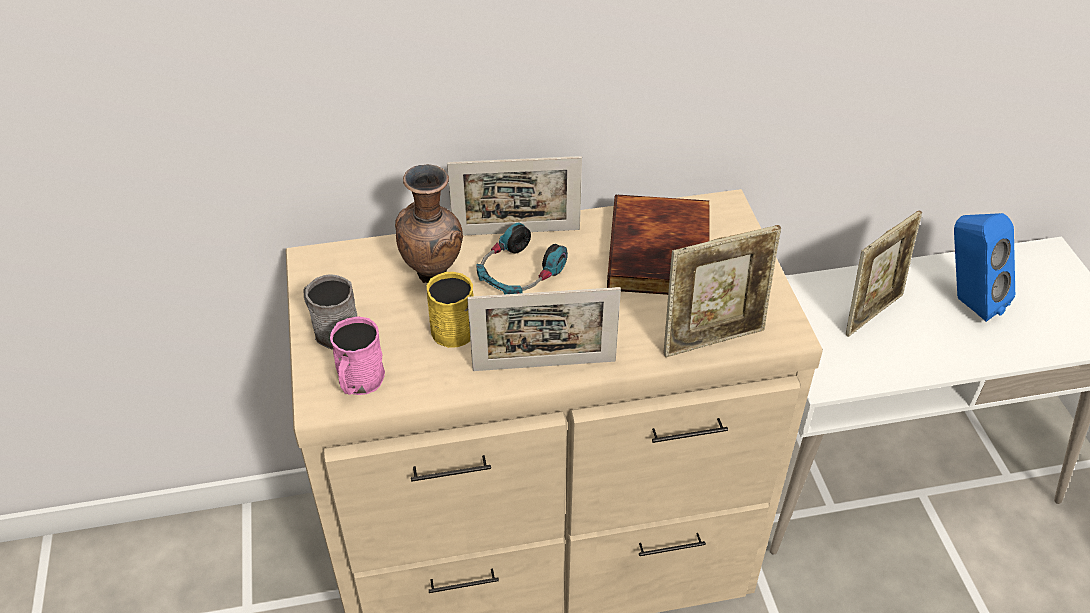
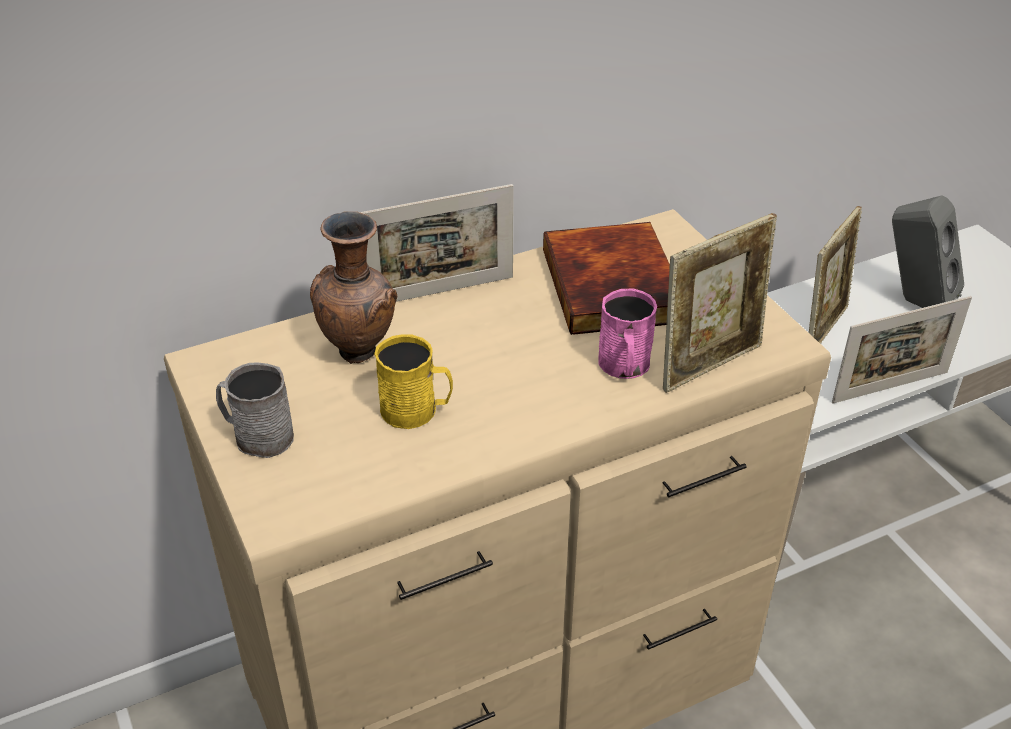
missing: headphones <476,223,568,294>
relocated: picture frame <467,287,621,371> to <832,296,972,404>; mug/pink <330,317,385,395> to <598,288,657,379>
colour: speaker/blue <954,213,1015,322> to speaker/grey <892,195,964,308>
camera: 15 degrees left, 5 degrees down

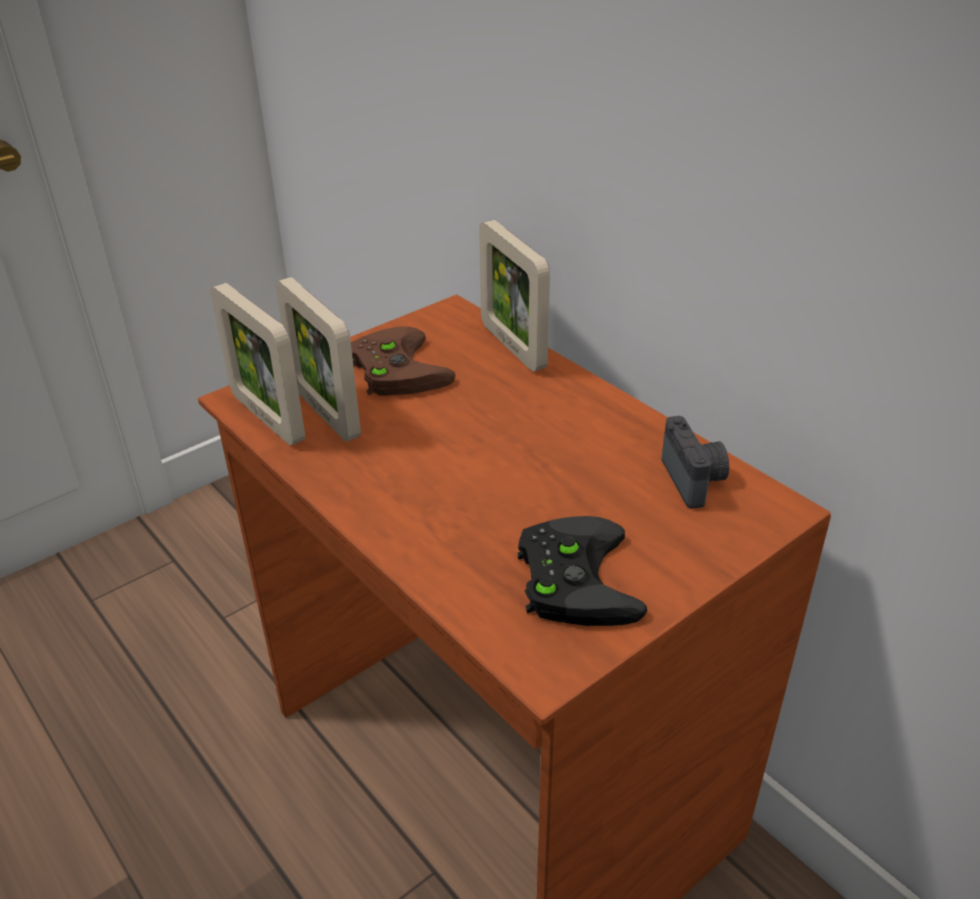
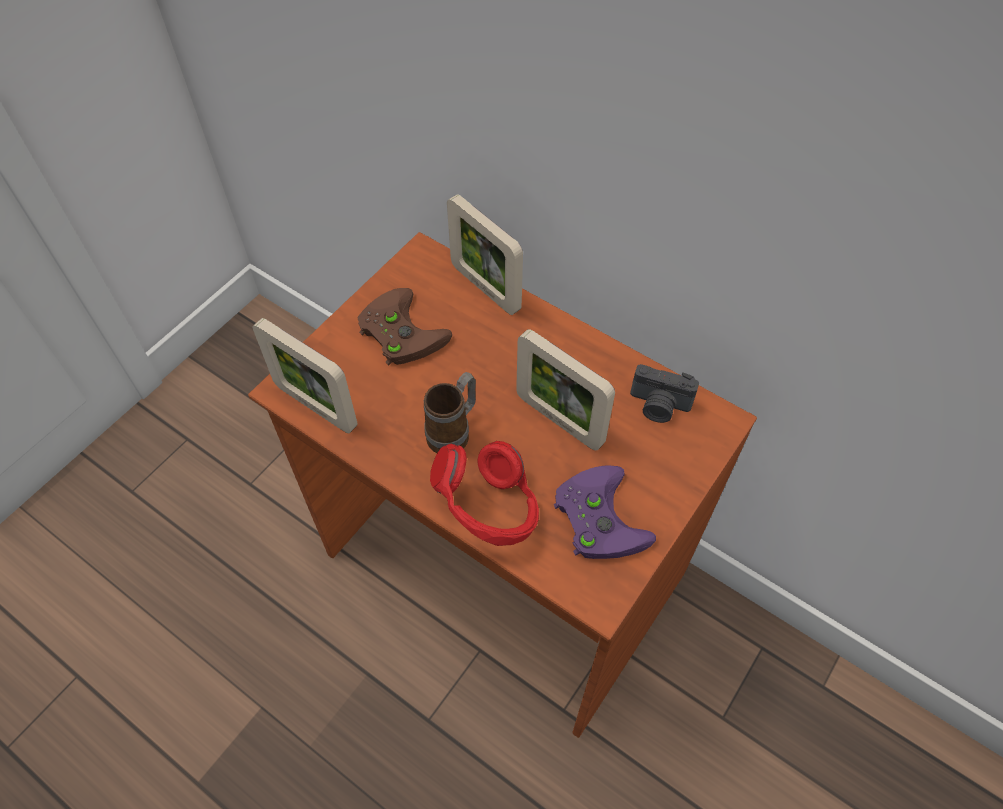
appeared: mug <424,372,476,453>; headphones/red <430,441,539,546>
relocated: picture frame <276,277,361,441> to <516,329,615,450>
colour: game controller/black <518,516,647,626> to game controller/purple <554,465,656,559>
spun: photo camera <662,416,729,509> = <630,364,699,423> 135 degrees clockwise
camera: 15 degrees left, 20 degrees up

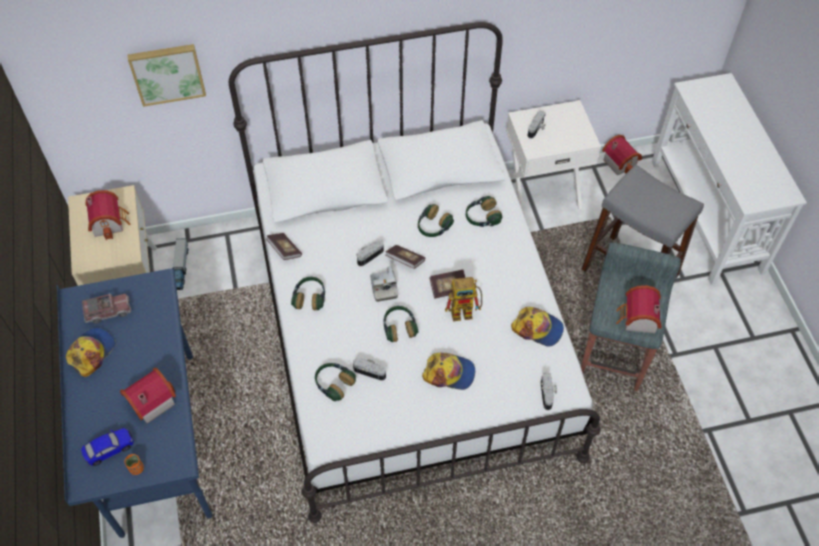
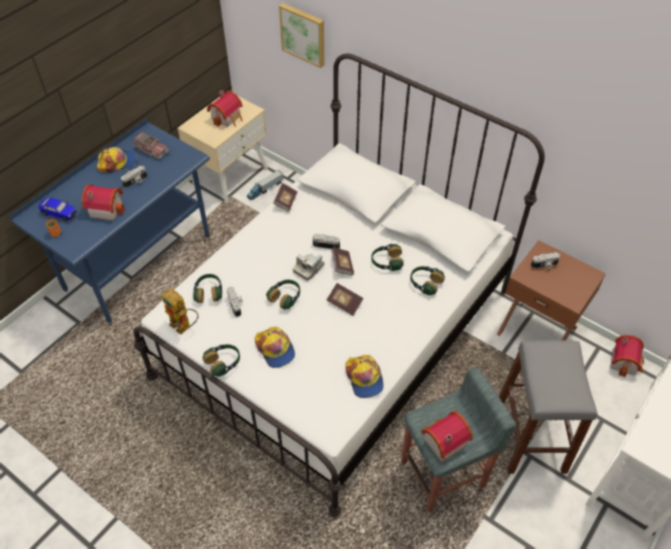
relocated: headphones <291,277,325,310> to <203,344,240,377>; toy robot <445,277,482,321> to <161,288,199,335>; photo camera <541,372,557,410> to <121,165,147,188>
colour: nightstand/white <506,100,601,213> to nightstand/brown <497,240,606,340>
camera: 50 degrees right, 5 degrees down

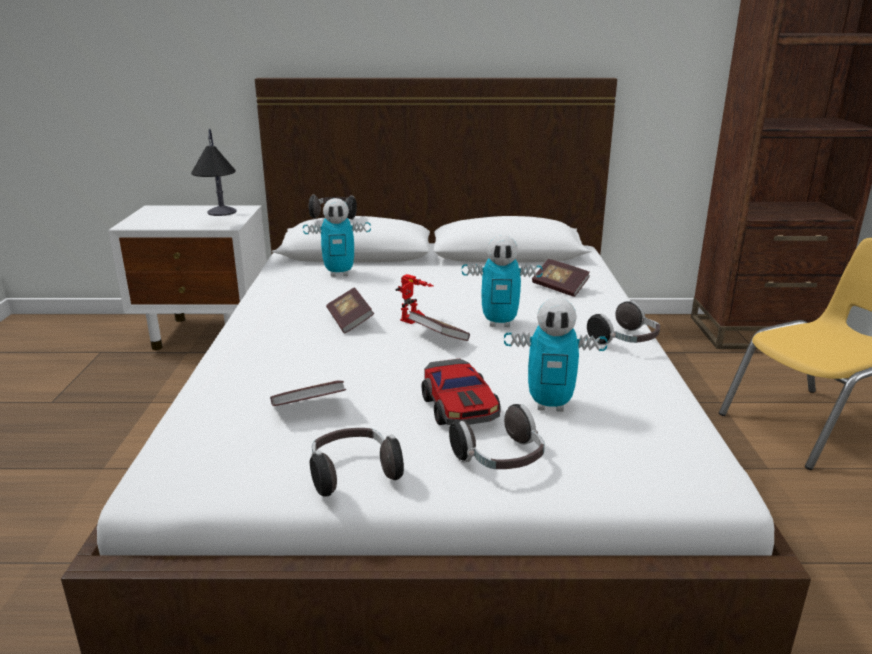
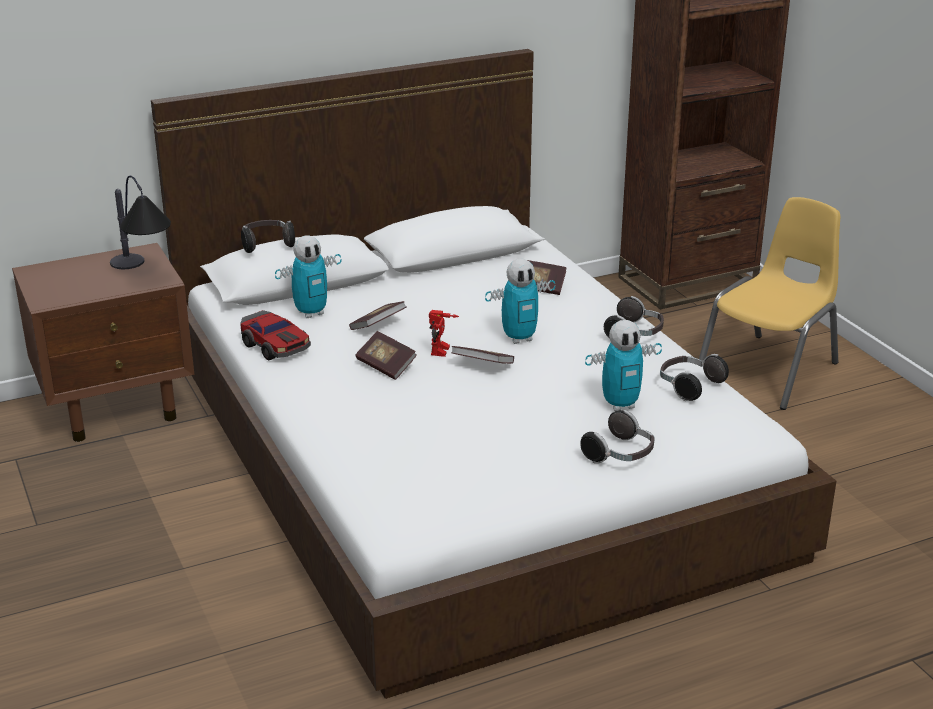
relocated: toy car <422,358,501,425> to <240,310,311,360>; book <270,380,346,406> to <349,301,407,330>; headphones <309,428,404,497> to <660,354,729,401>
colour: nightstand/white <108,205,267,350> to nightstand/brown <12,243,194,442>
camera: 25 degrees left, 5 degrees up

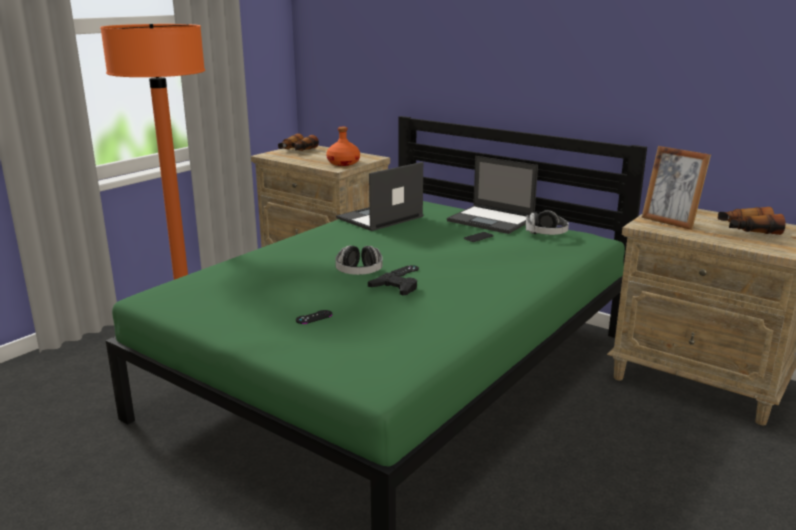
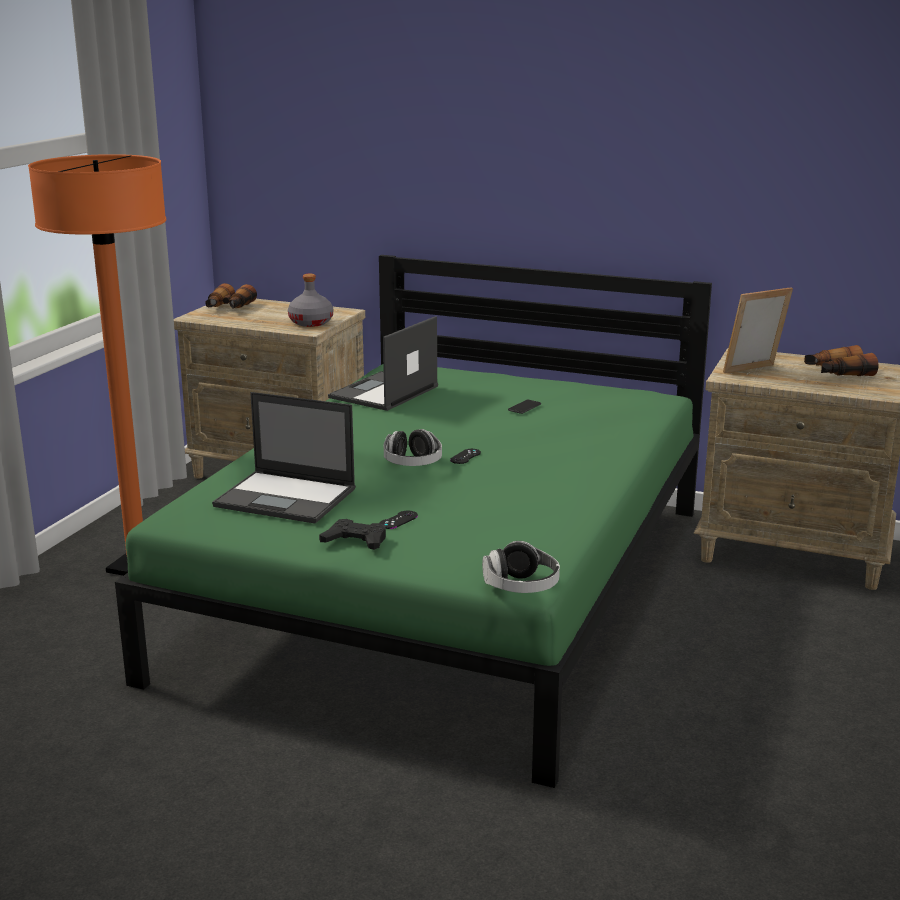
relocated: laptop <447,156,538,234> to <212,392,356,524>; headphones <526,210,569,235> to <482,541,560,593>; game controller/black <368,273,417,296> to <319,519,386,550>
colour: bottle/orange <326,127,360,166> to bottle/grey <288,274,333,327>
spun: picture frame <642,146,711,230> = <723,287,793,373> 120 degrees clockwise
camera: 15 degrees left, 0 degrees up

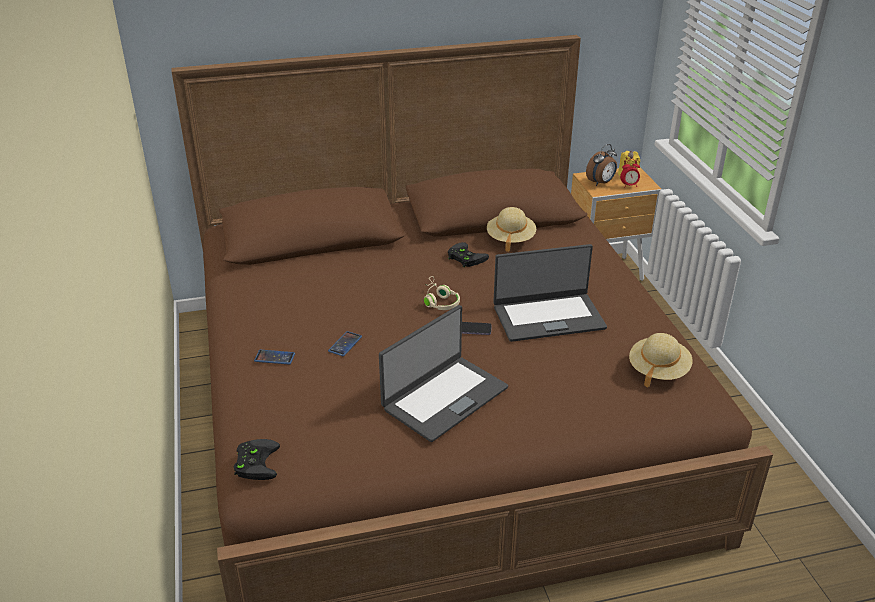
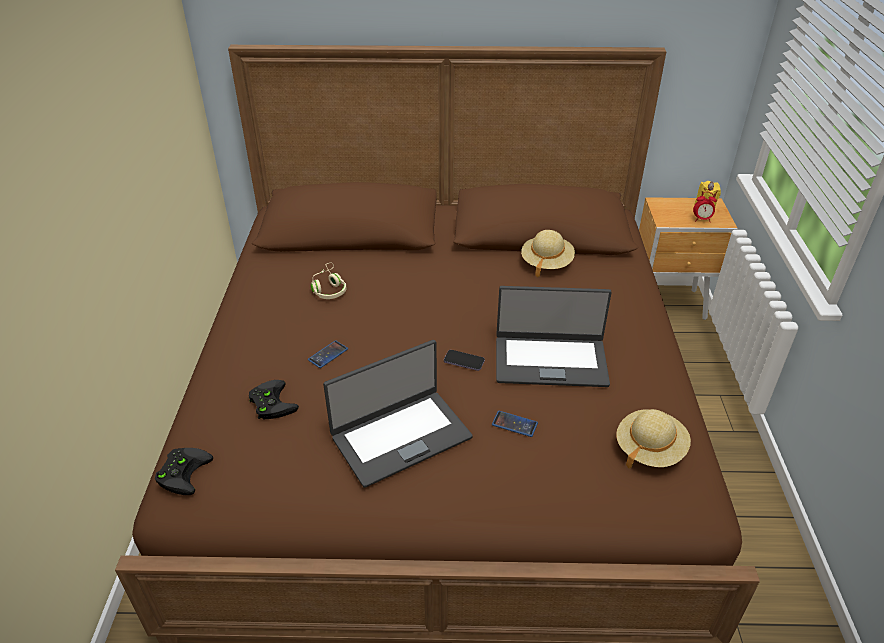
missing: alarm clock <586,144,617,186>
relocated: game controller/black <448,242,489,267> to <249,380,299,419>; headphones/beige <424,276,460,310> to <311,262,346,299>; phone <254,350,295,365> to <492,411,538,437>
camera: 15 degrees right, 5 degrees up

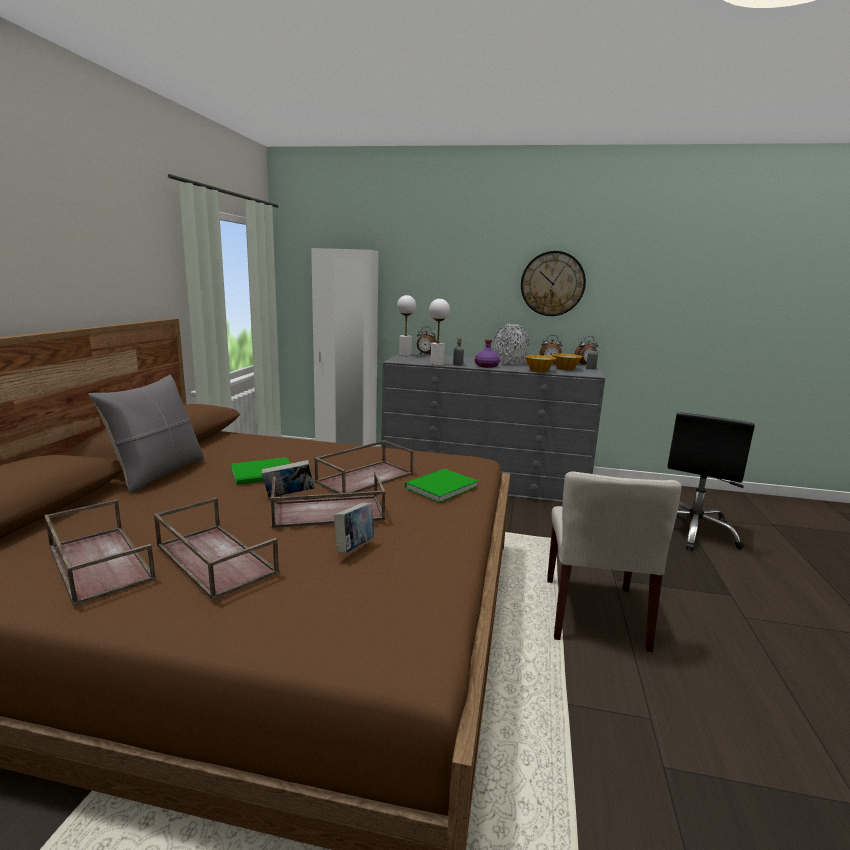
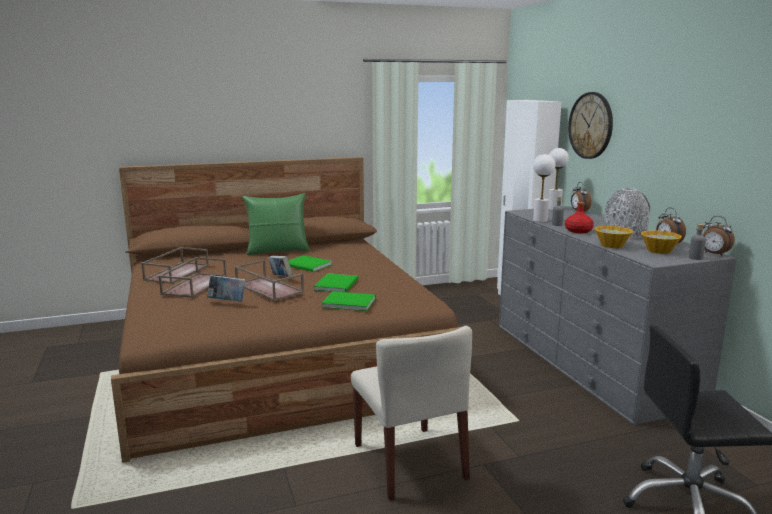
relocated: wall clock <521,251,586,316> to <568,92,613,159>
exchanged: tray/brown <314,440,414,493> to book/green <314,273,358,292>
colour: bottle/purple <475,339,500,368> to bottle/red <565,202,594,233>; pillow/grey <88,375,204,494> to pillow/green <243,193,310,255>
spun: chair/beige <547,472,682,652> = <351,326,472,501> 90 degrees counterclockwise
camera: 60 degrees right, 0 degrees up

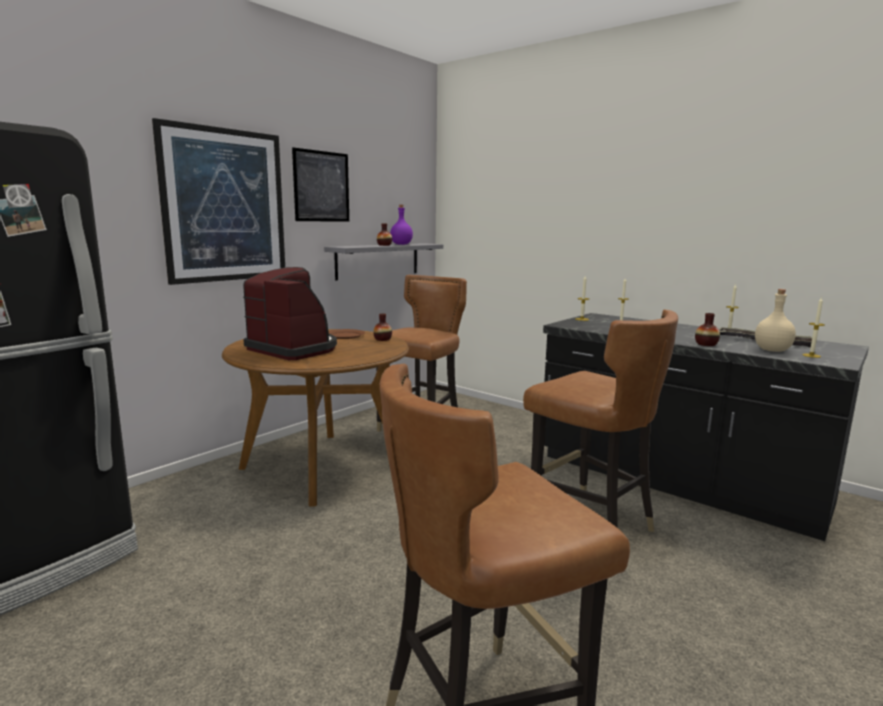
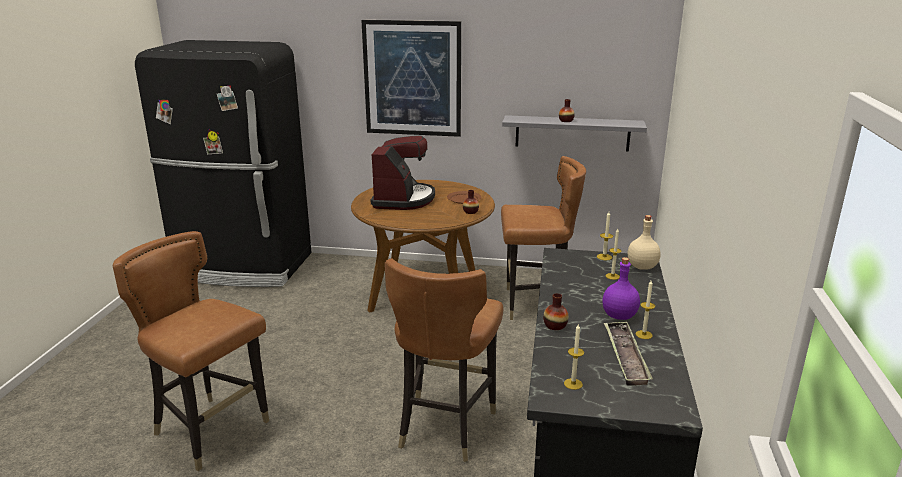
missing: picture <292,148,349,222>
relocated: bottle/purple <390,205,413,245> to <602,257,640,320>; bottle/beige <755,289,796,352> to <628,215,661,270>
camera: 60 degrees right, 10 degrees up

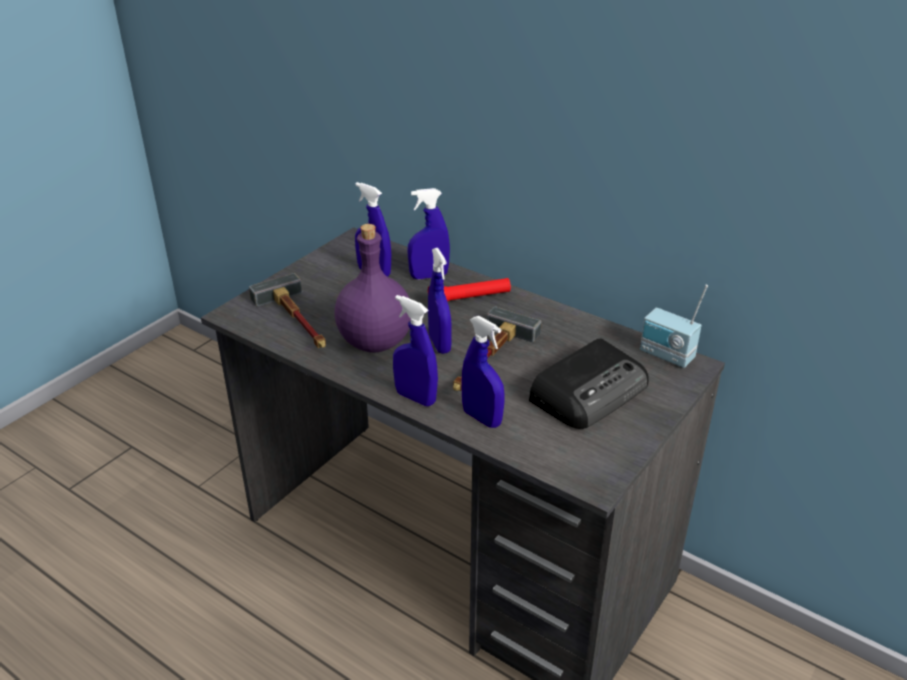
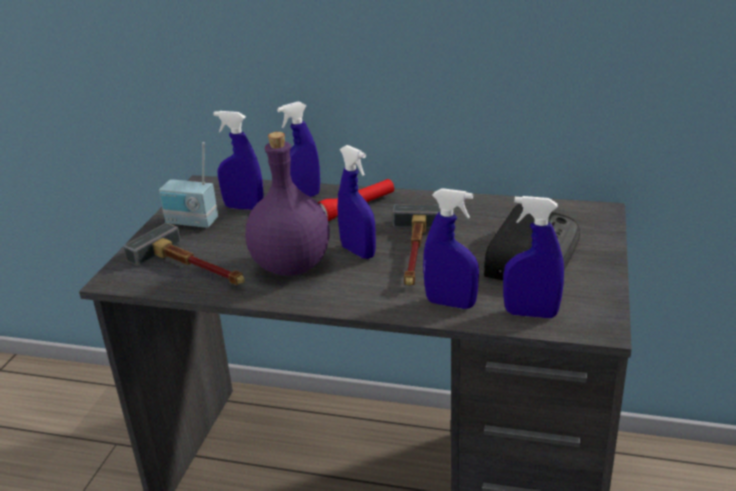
relocated: radio <640,285,708,368> to <159,142,218,228>; spray bottle/blue <393,295,438,406> to <503,196,564,318>
camera: 20 degrees left, 5 degrees down

